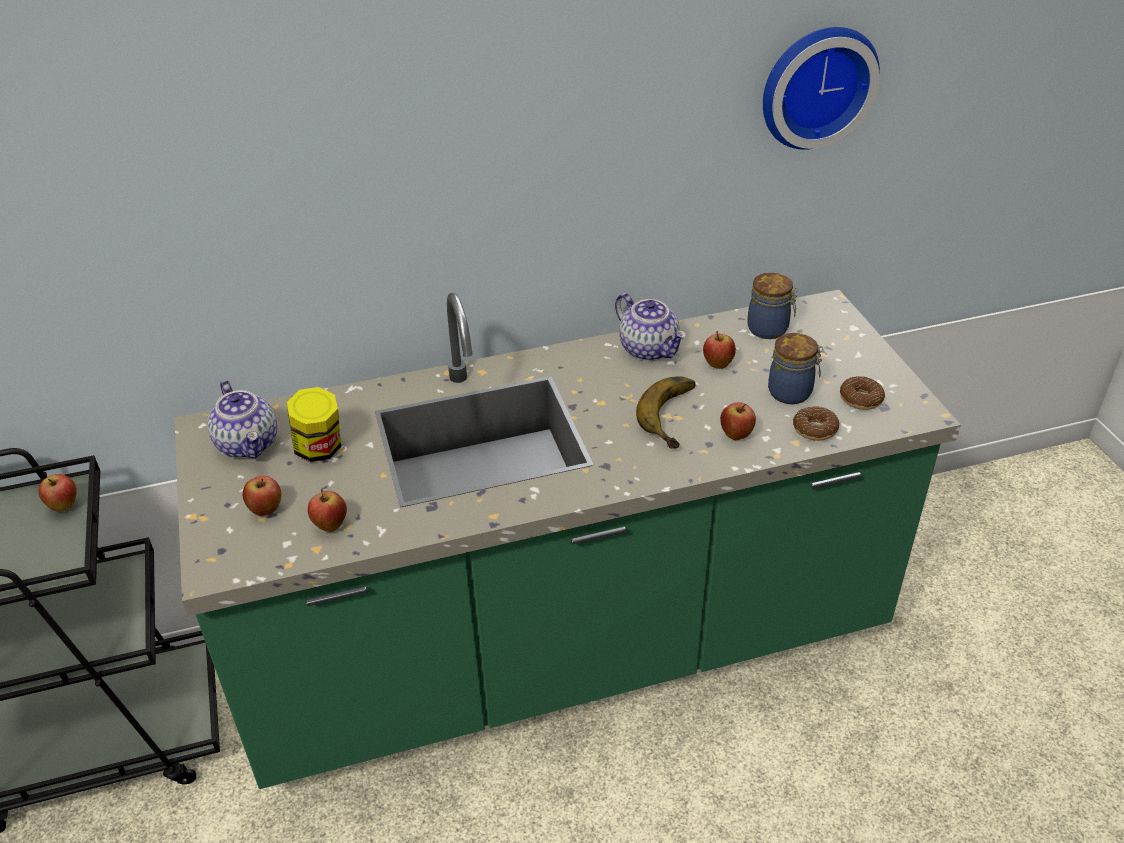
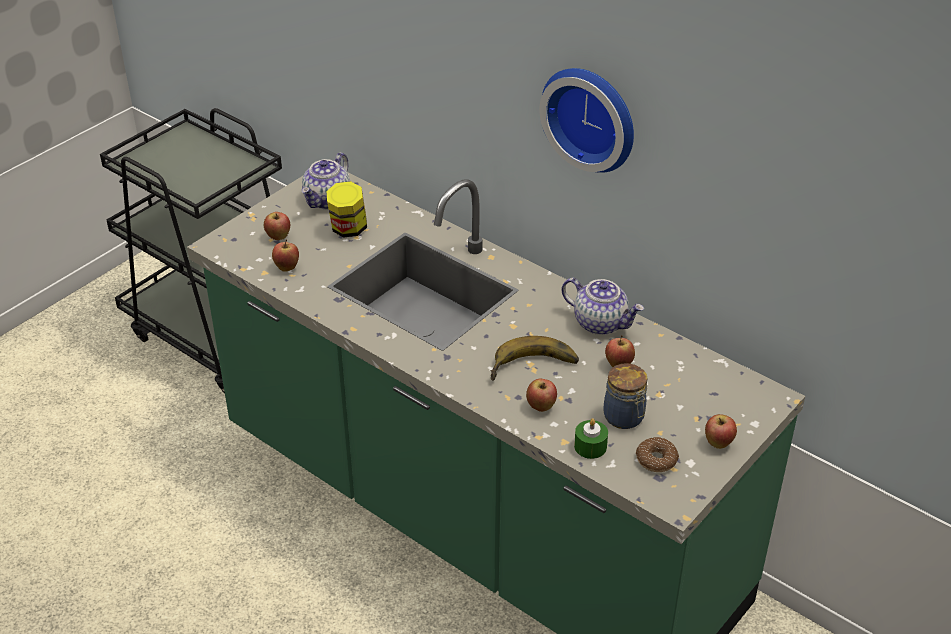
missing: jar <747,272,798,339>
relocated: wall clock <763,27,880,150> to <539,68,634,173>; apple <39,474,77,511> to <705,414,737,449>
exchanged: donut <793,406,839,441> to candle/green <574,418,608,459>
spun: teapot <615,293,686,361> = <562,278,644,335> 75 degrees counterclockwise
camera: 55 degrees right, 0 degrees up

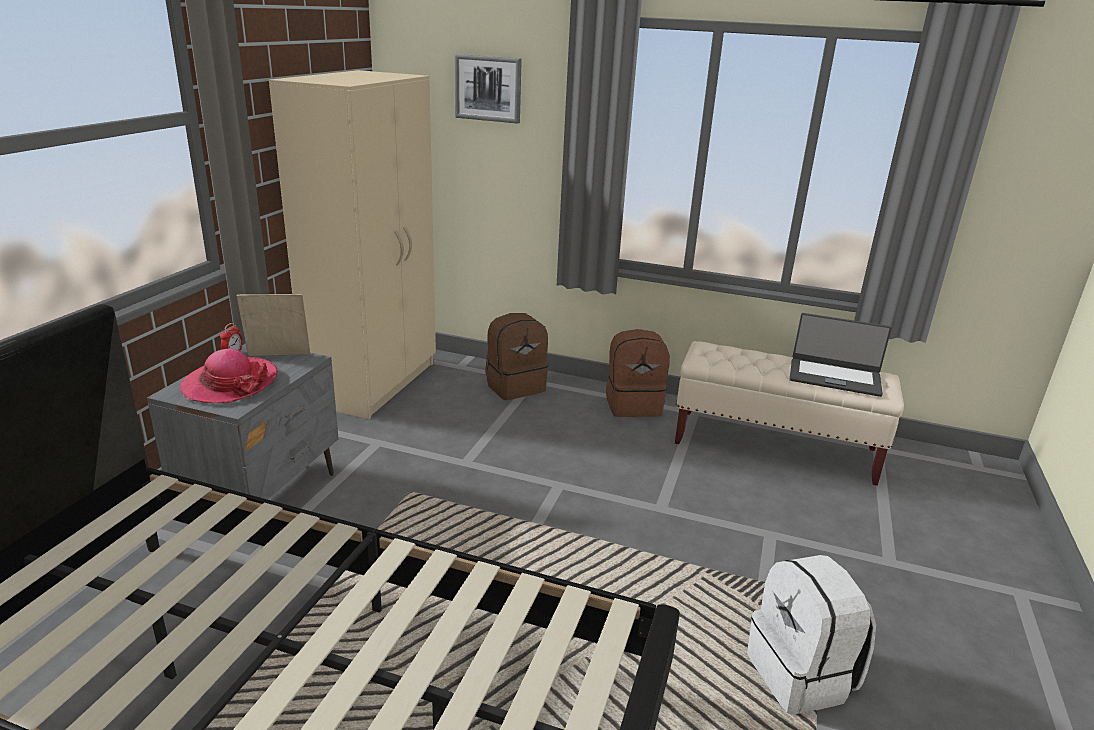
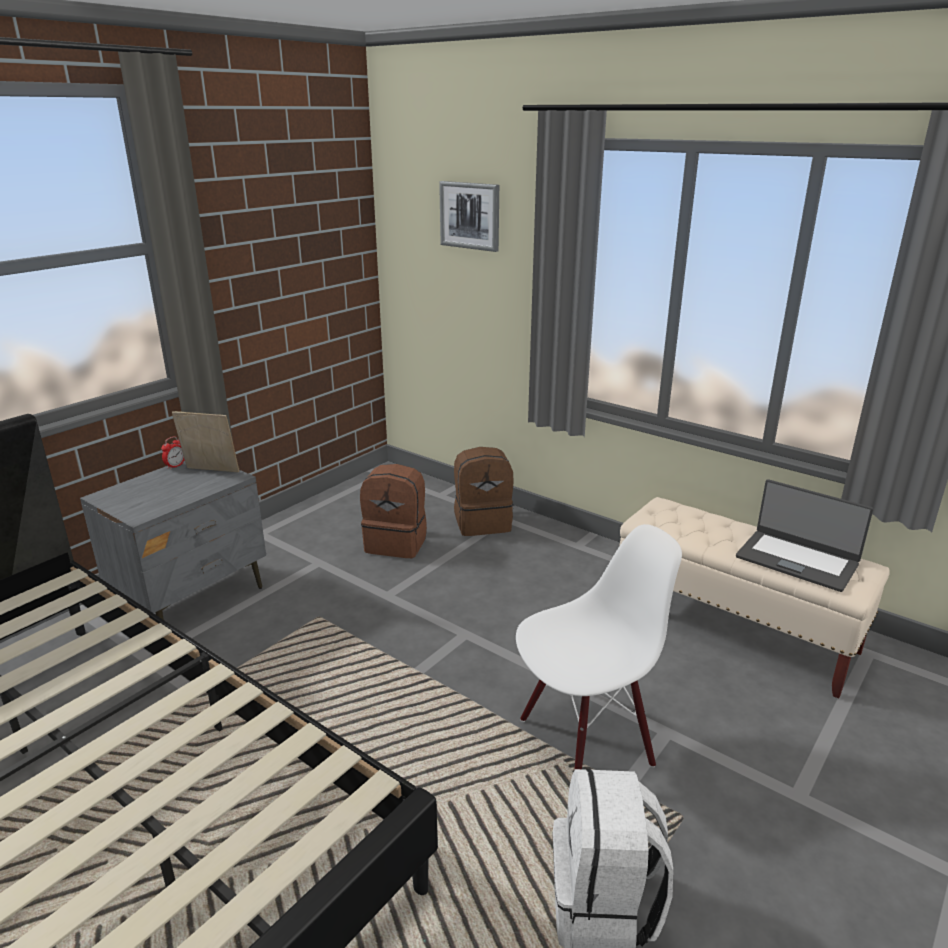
missing: wardrobe/beige <269,70,436,419>; hat <180,349,278,403>
appeared: chair/white <516,524,682,770>
relocated: backpack/brown <606,329,670,417> to <360,464,427,558>
camera: 20 degrees right, 0 degrees up

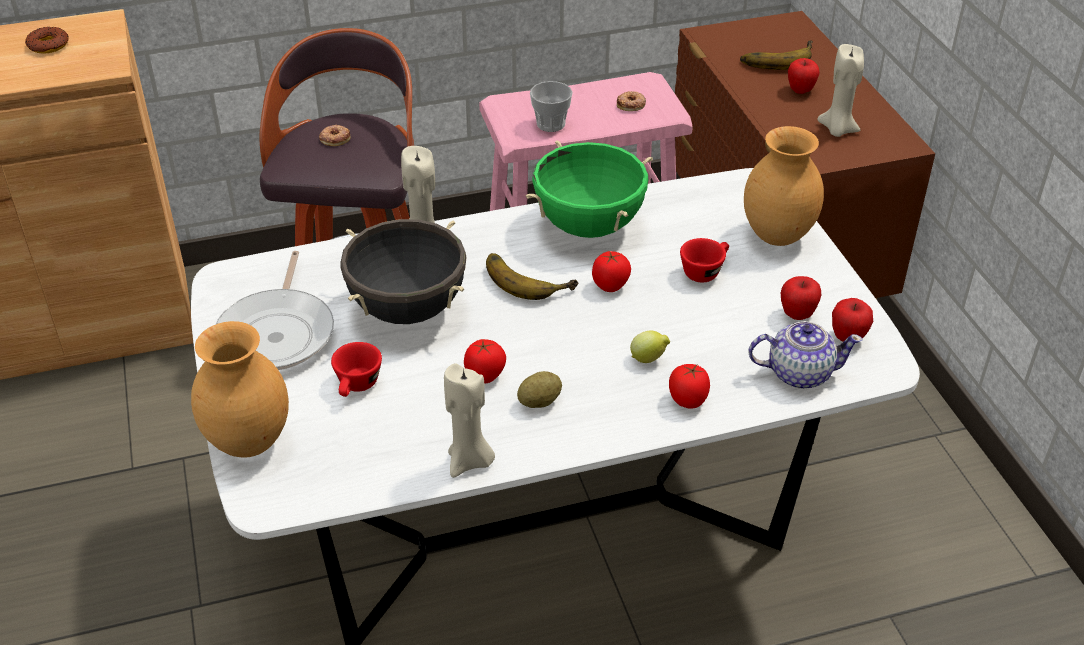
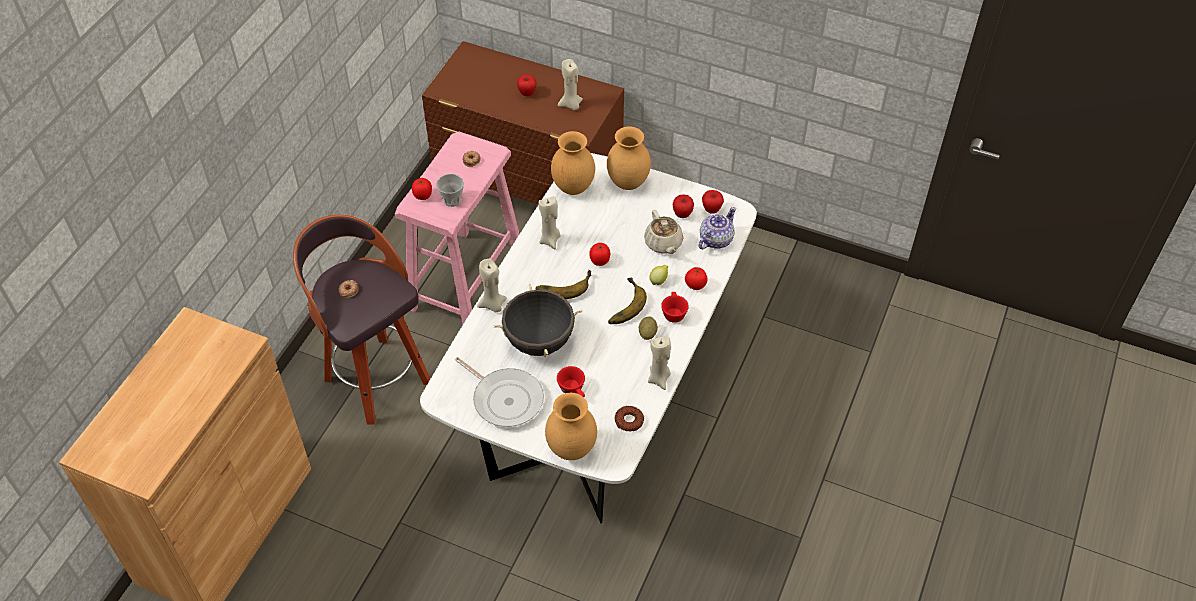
appeared: vase/brown <551,131,595,195>; teapot/beige <644,210,683,254>
relocated: donut <25,27,69,54> to <615,406,644,431>; banana <740,40,813,70> to <608,277,647,324>; cup/red <680,238,729,282> to <661,292,689,323>; tomato <464,339,506,383> to <412,178,432,200>
exchanged: cooking pot/green <526,140,653,238> to candle/beige <539,196,561,249>
camera: 50 degrees left, 10 degrees up

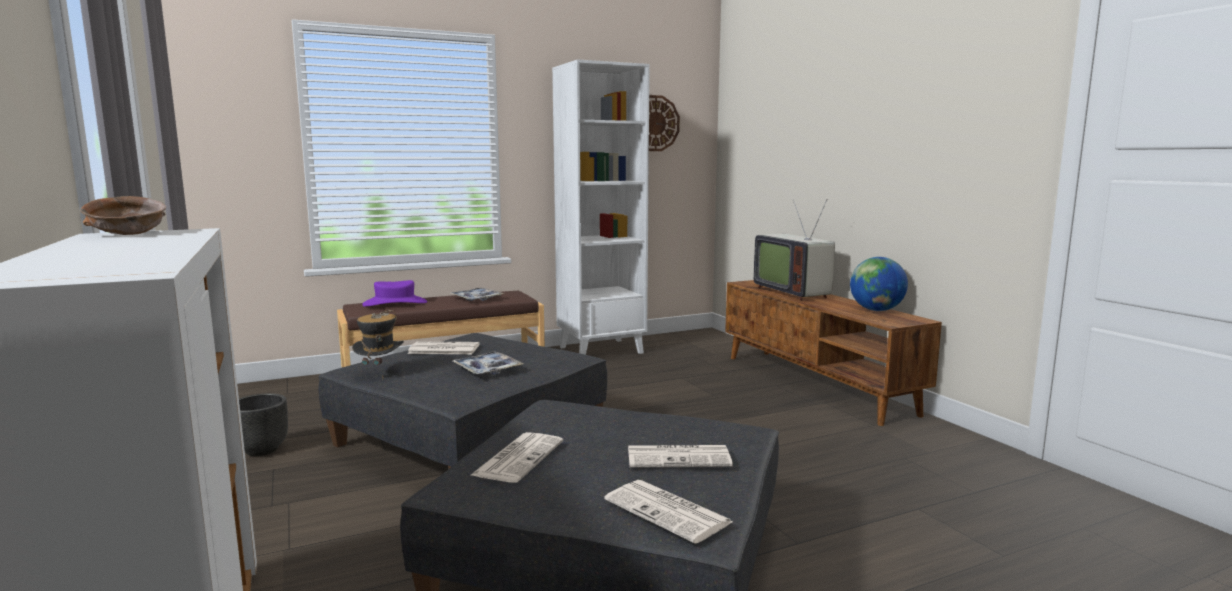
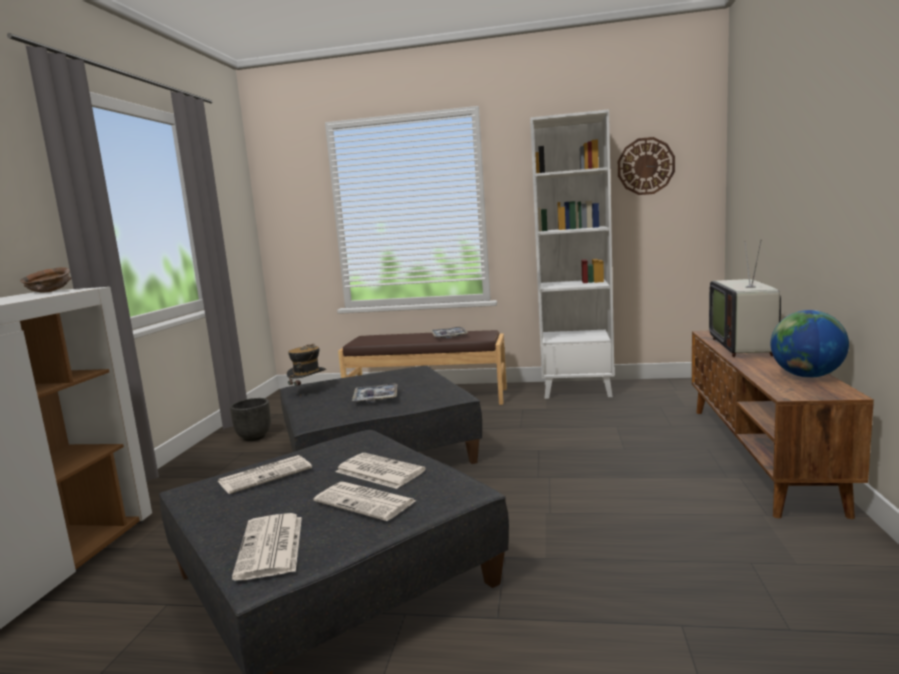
missing: hat/purple <362,280,427,307>
relocated: newspaper <407,341,480,354> to <336,453,426,489>
camera: 35 degrees right, 0 degrees up

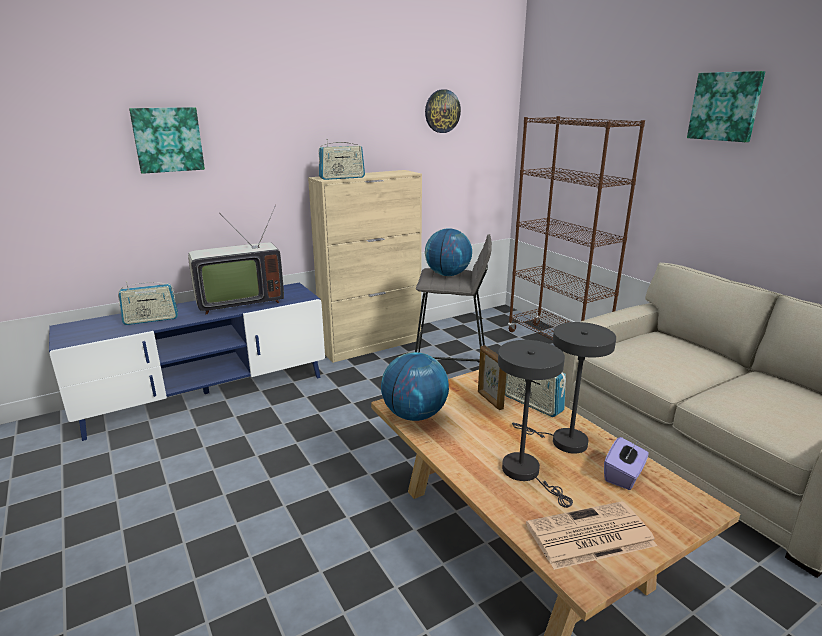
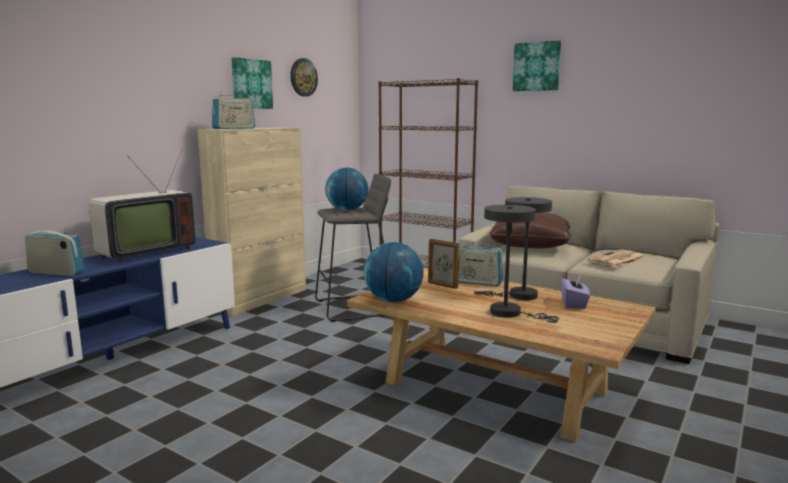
appeared: pillow/brown <489,213,571,249>
relocated: picture <129,107,205,174> to <231,57,273,109>; newspaper <526,501,657,570> to <588,249,646,268>
spun: radio <118,281,178,325> = <25,226,85,276> 120 degrees counterclockwise
camera: 25 degrees left, 10 degrees down

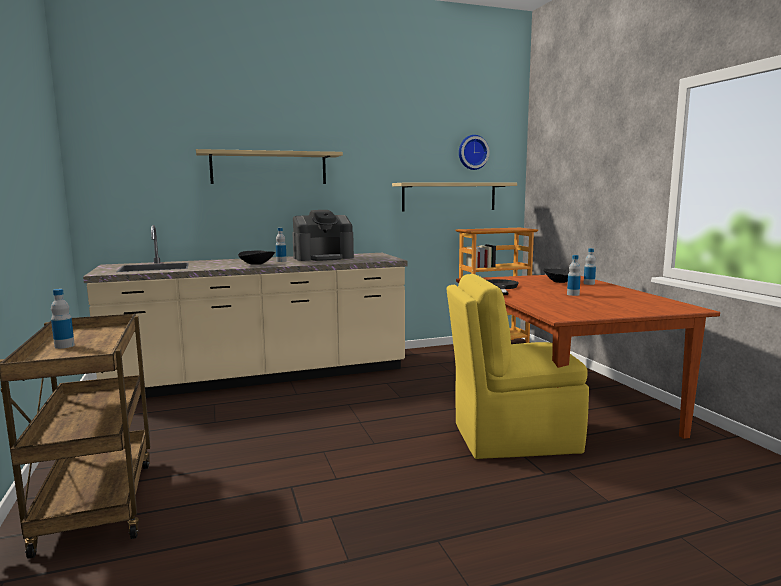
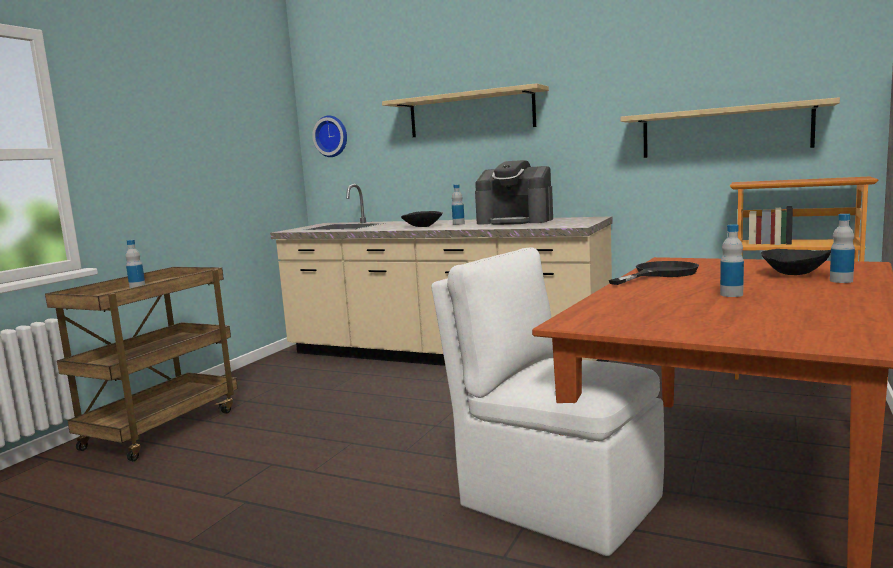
relocated: wall clock <459,135,490,170> to <312,115,347,157>
colour: chair/yellow <447,274,589,459> to chair/white <431,247,664,556>
camera: 45 degrees right, 0 degrees up

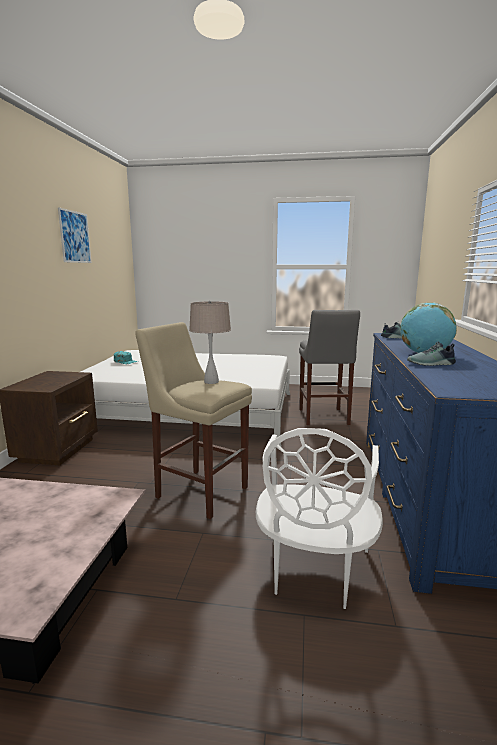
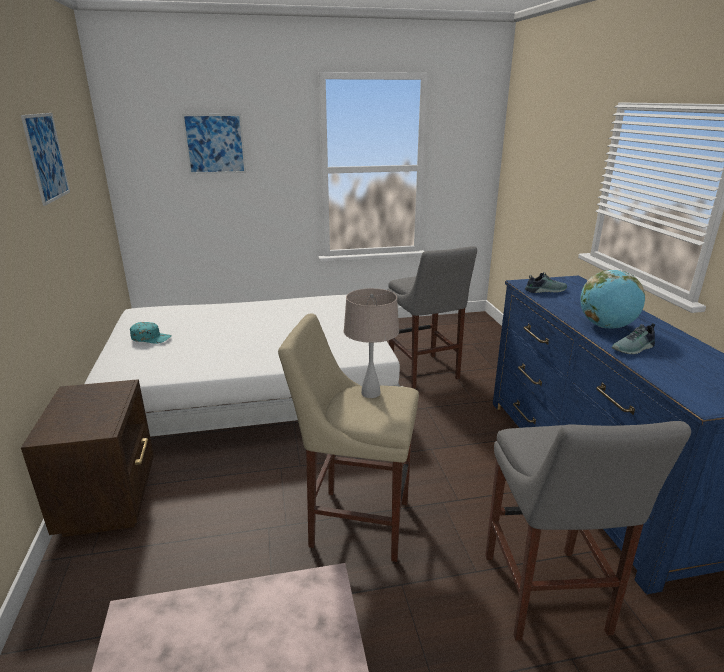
appeared: picture <182,114,246,174>
exchanged: chair/white <256,428,383,609> to stool/grey <485,421,691,641>
camera: 20 degrees left, 10 degrees up

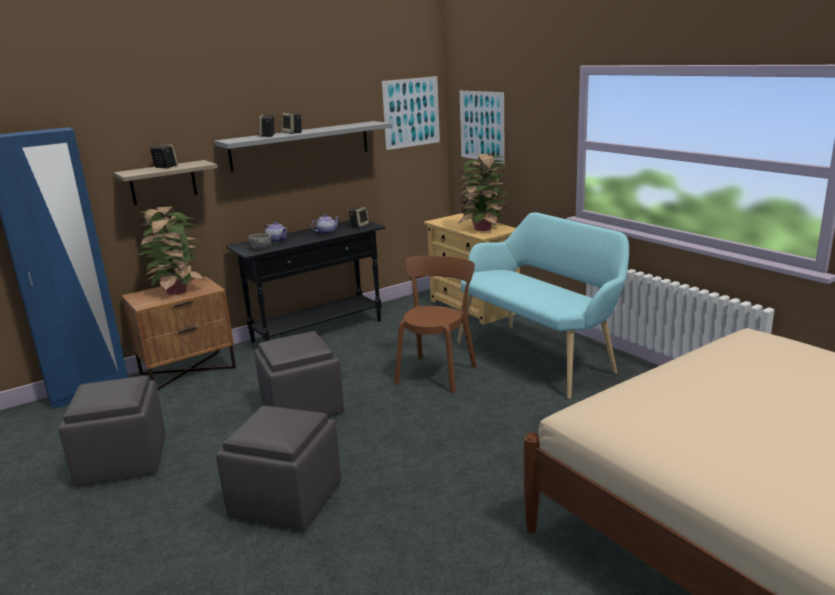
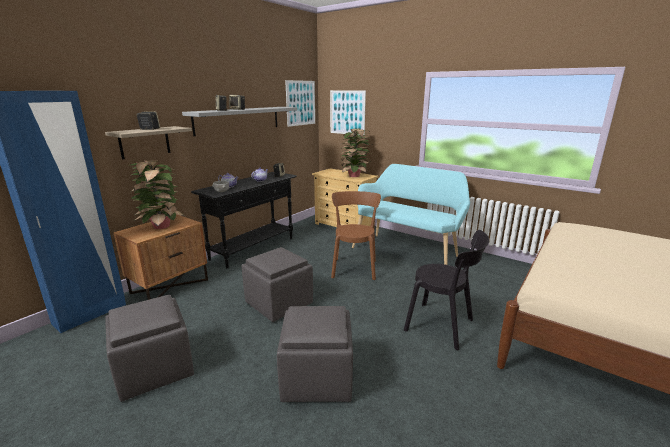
appeared: chair/black <404,230,489,350>
camera: 20 degrees left, 0 degrees up

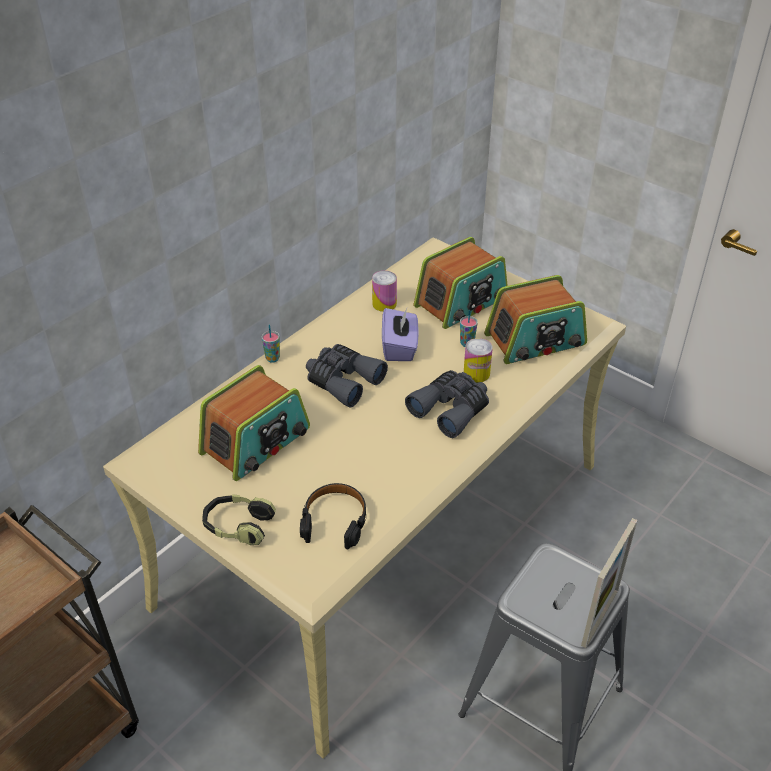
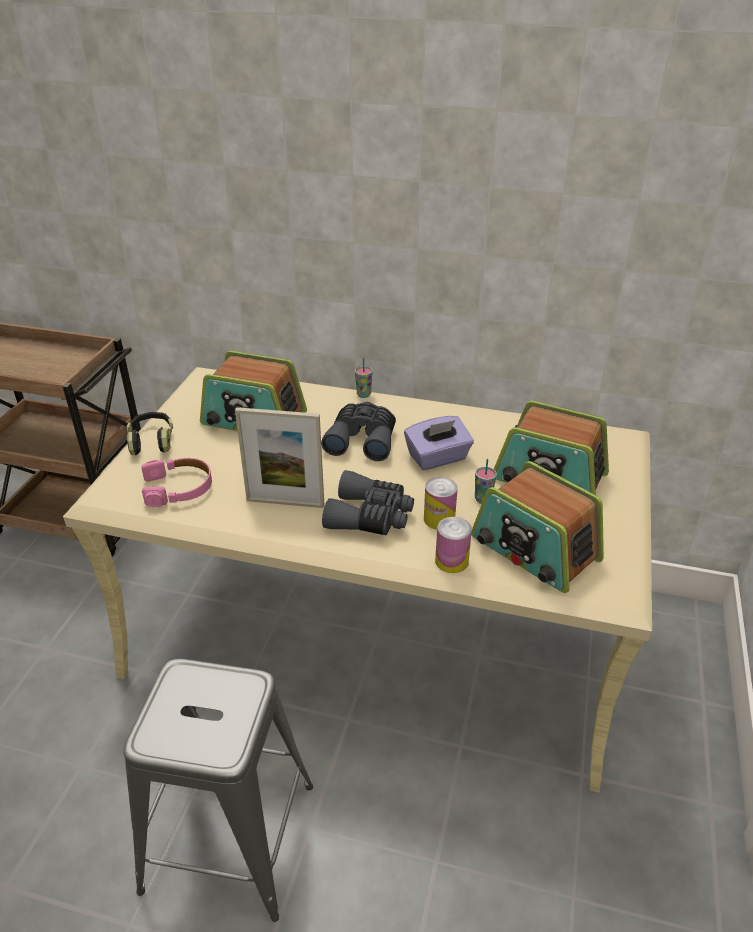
relocated: can <372,271,397,312> to <435,517,472,573>; picture frame <581,518,638,648> to <235,407,324,508>
colour: headphones/black <300,483,366,549> to headphones/pink <142,458,212,507>
camera: 65 degrees right, 5 degrees down

